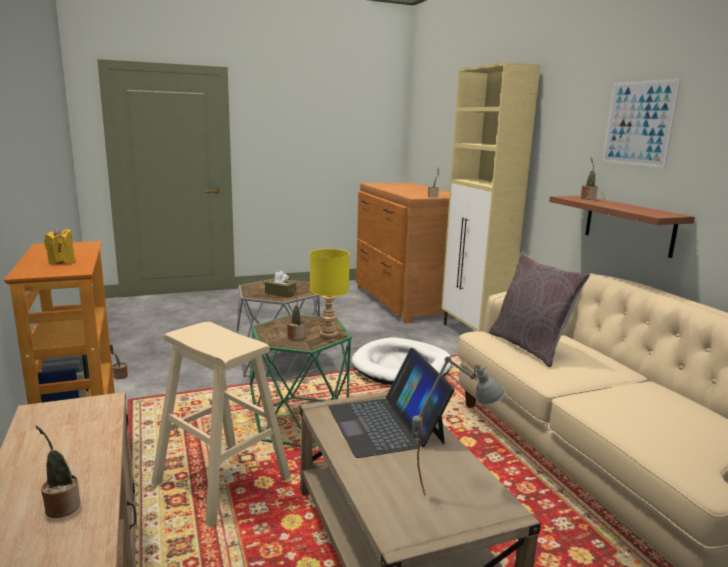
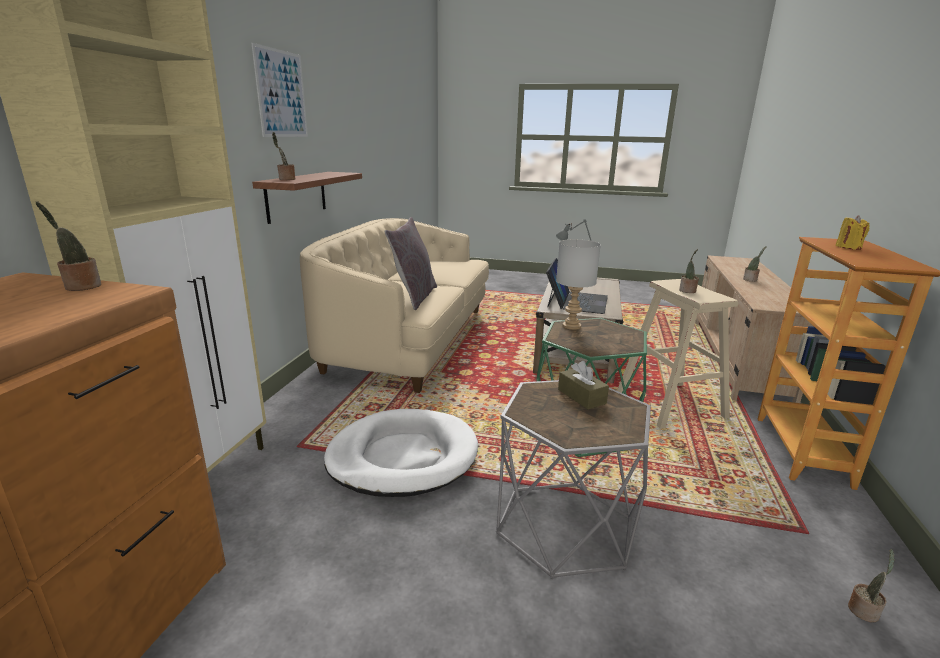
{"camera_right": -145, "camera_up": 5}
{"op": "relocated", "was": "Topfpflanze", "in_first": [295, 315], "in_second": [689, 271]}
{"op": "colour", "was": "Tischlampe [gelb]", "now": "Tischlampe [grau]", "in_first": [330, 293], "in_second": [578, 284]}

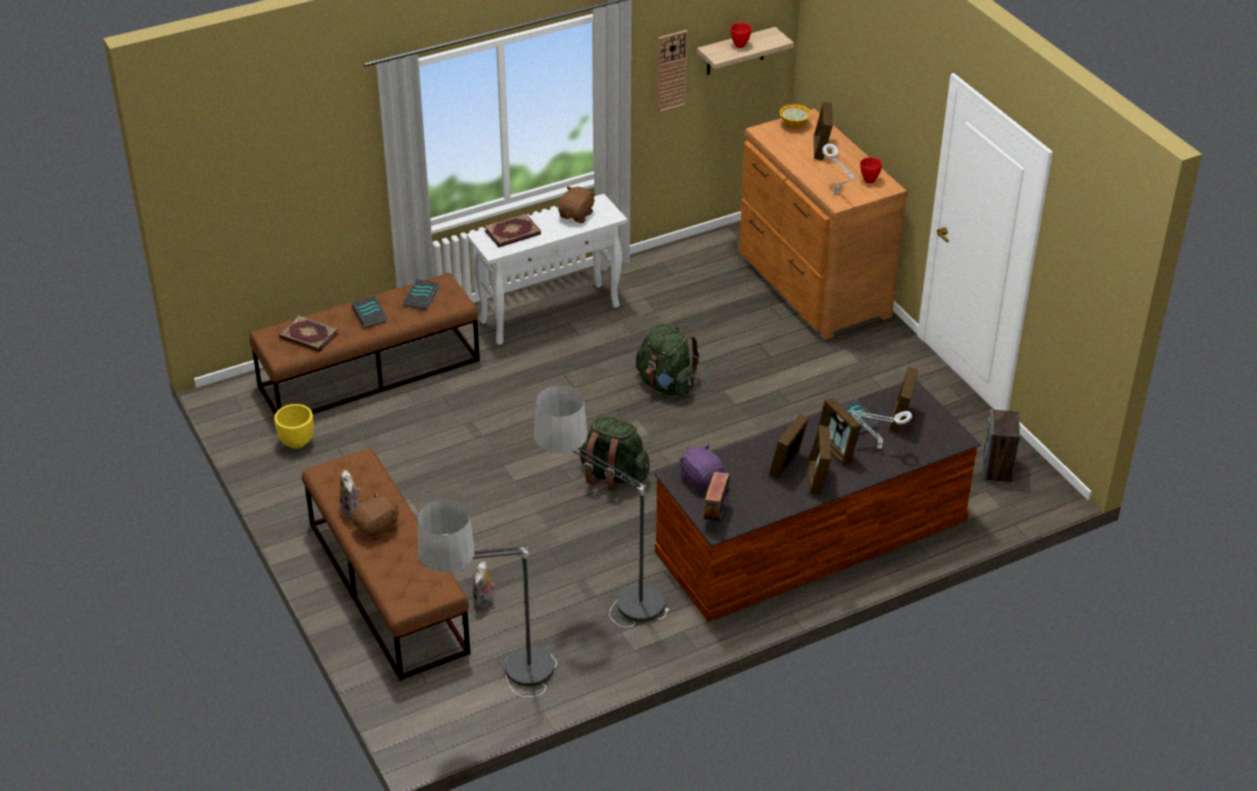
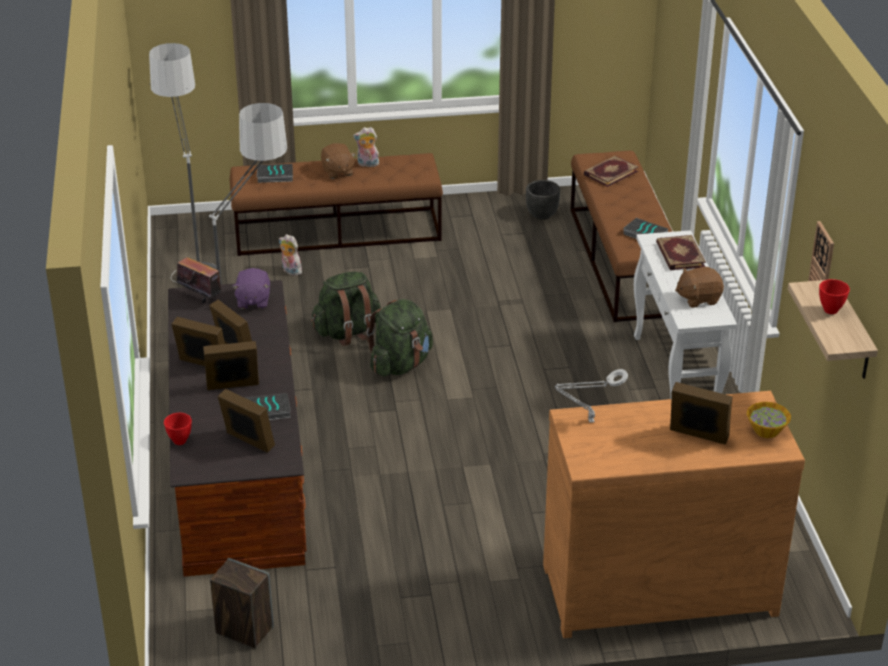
{"camera_right": 110, "camera_up": -5}
{"op": "colour", "was": "Pflanzkübel [gelb]", "now": "Pflanzkübel [schwarz]", "in_first": [294, 426], "in_second": [543, 200]}
{"op": "relocated", "was": "Buch", "in_first": [369, 312], "in_second": [275, 173]}
{"op": "spun", "was": "Plüschtier [braun]", "in_first": [577, 204], "in_second": [699, 287], "clockwise": 120}
{"op": "relocated", "was": "Rucksack [grün]", "in_first": [668, 360], "in_second": [346, 309]}
{"op": "spun", "was": "Plüschtier [lila]", "in_first": [701, 467], "in_second": [251, 288], "clockwise": 105}
{"op": "missing", "was": "Tischlampe [grau]", "in_first": [881, 429]}
{"op": "relocated", "was": "Schüssel [rot]", "in_first": [871, 170], "in_second": [178, 429]}

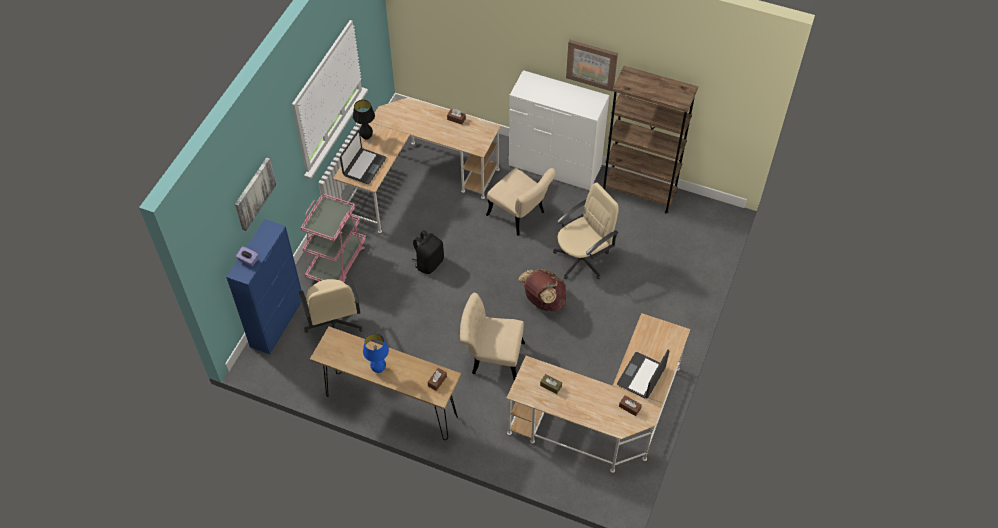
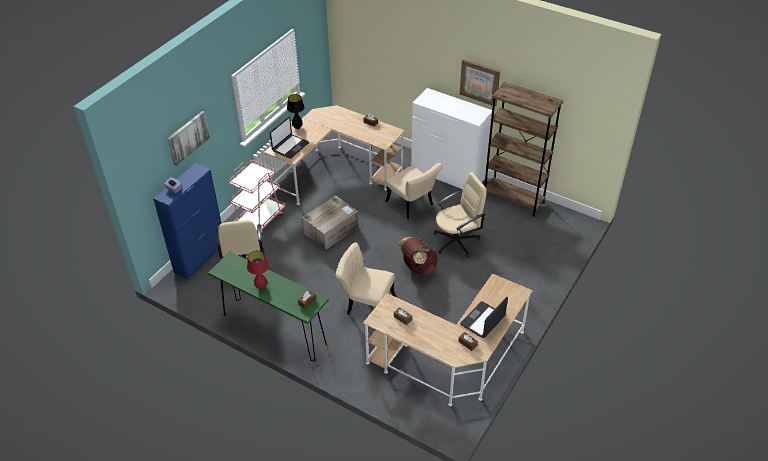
{"camera_right": 10, "camera_up": -10}
{"op": "colour", "was": "Konsolentisch [braun]", "now": "Konsolentisch [grün]", "in_first": [385, 383], "in_second": [268, 306]}
{"op": "colour", "was": "Tischlampe [blau]", "now": "Tischlampe [rot]", "in_first": [376, 353], "in_second": [258, 269]}
{"op": "exchanged", "was": "Rucksack [schwarz]", "now": "Karton", "in_first": [428, 252], "in_second": [330, 223]}

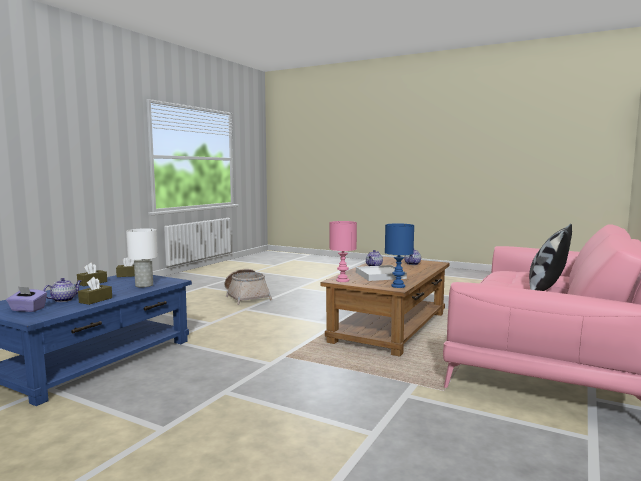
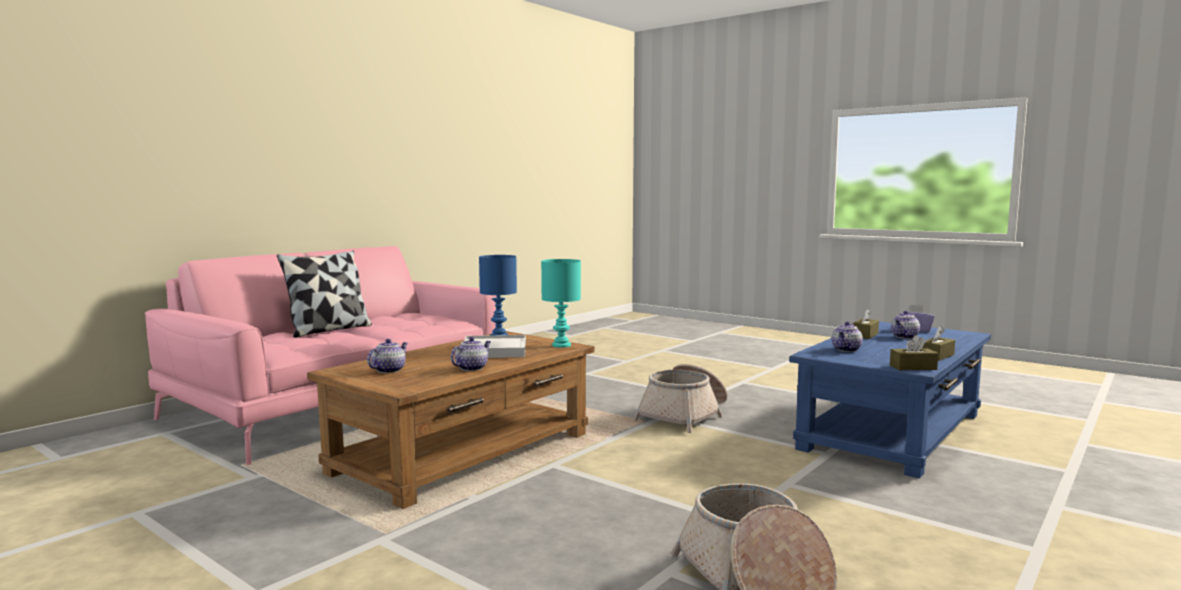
{"camera_right": -170, "camera_up": 0}
{"op": "exchanged", "was": "Tischlampe [weiß]", "now": "Teekanne", "in_first": [142, 258], "in_second": [847, 337]}
{"op": "colour", "was": "Tischlampe [rosa]", "now": "Tischlampe [türkis]", "in_first": [343, 251], "in_second": [561, 303]}
{"op": "appeared", "now": "Korb", "in_second": [680, 398]}

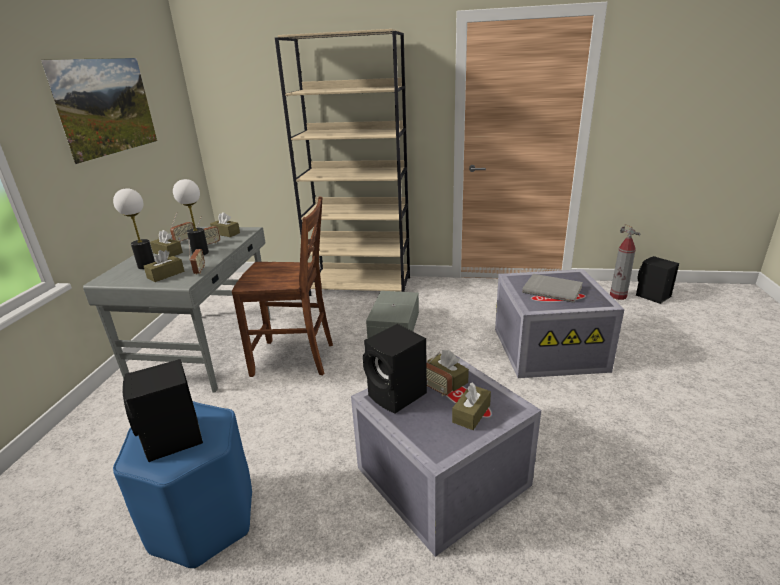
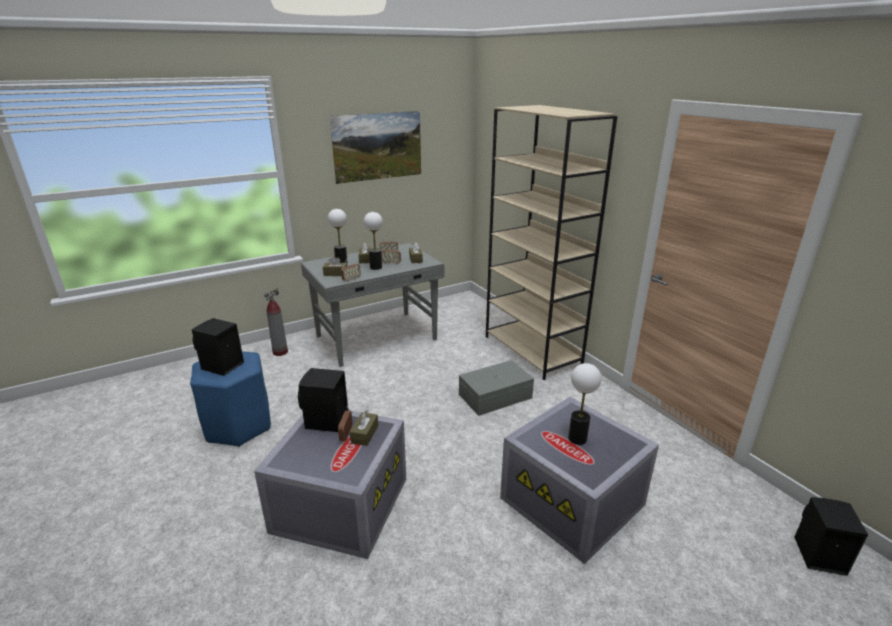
{"camera_right": 50, "camera_up": 0}
{"op": "missing", "was": "Stuhl [braun]", "in_first": [282, 287]}
{"op": "missing", "was": "Taschentuchbox [braun]", "in_first": [471, 406]}
{"op": "exchanged", "was": "Buch [grau]", "now": "Tischlampe", "in_first": [552, 288], "in_second": [584, 404]}
{"op": "relocated", "was": "Feuerlöscher", "in_first": [625, 262], "in_second": [276, 322]}

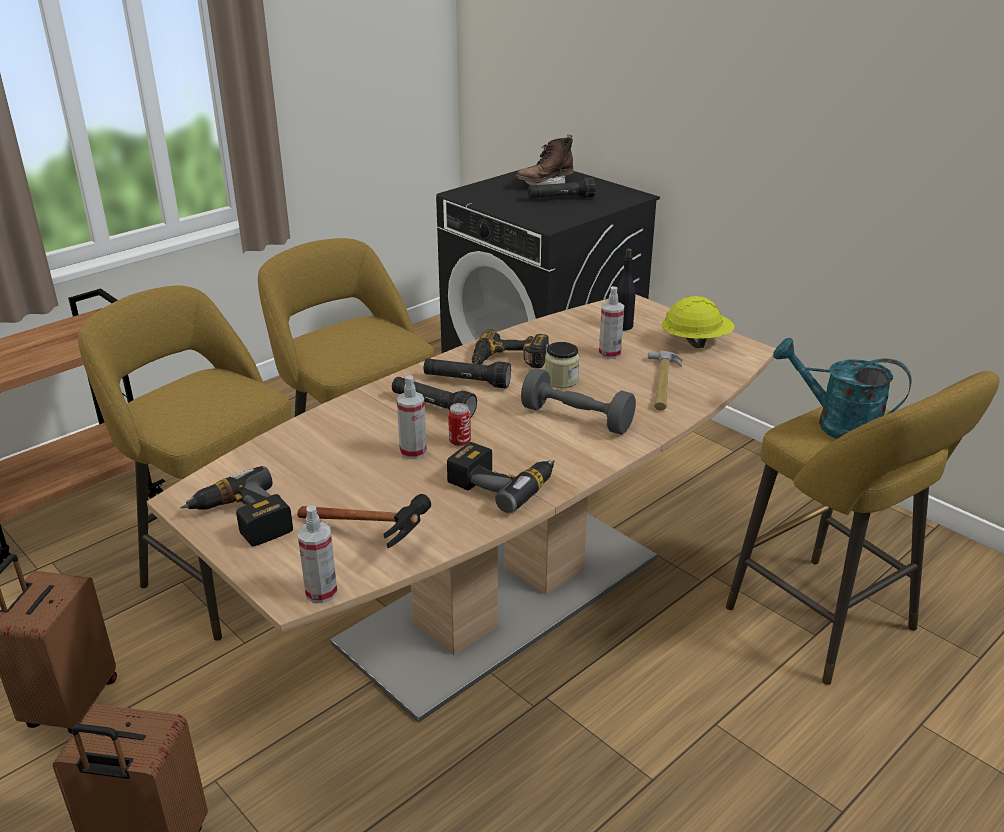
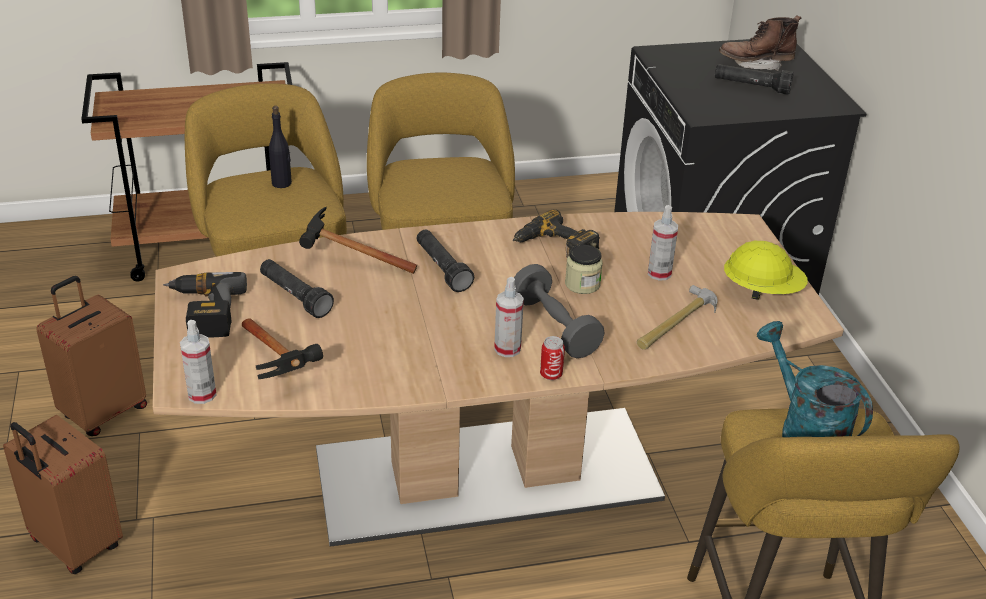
{"camera_right": 30, "camera_up": 5}
{"op": "relocated", "was": "Sprühflasche", "in_first": [412, 417], "in_second": [509, 317]}
{"op": "relocated", "was": "Taschenlampe [schwarz]", "in_first": [467, 373], "in_second": [297, 288]}
{"op": "missing", "was": "Bohrmaschine", "in_first": [501, 477]}
{"op": "relocated", "was": "Dose", "in_first": [459, 425], "in_second": [552, 358]}
{"op": "relocated", "was": "Flasche [schwarz]", "in_first": [626, 289], "in_second": [280, 147]}
{"op": "appeared", "now": "Hammer", "in_second": [358, 240]}

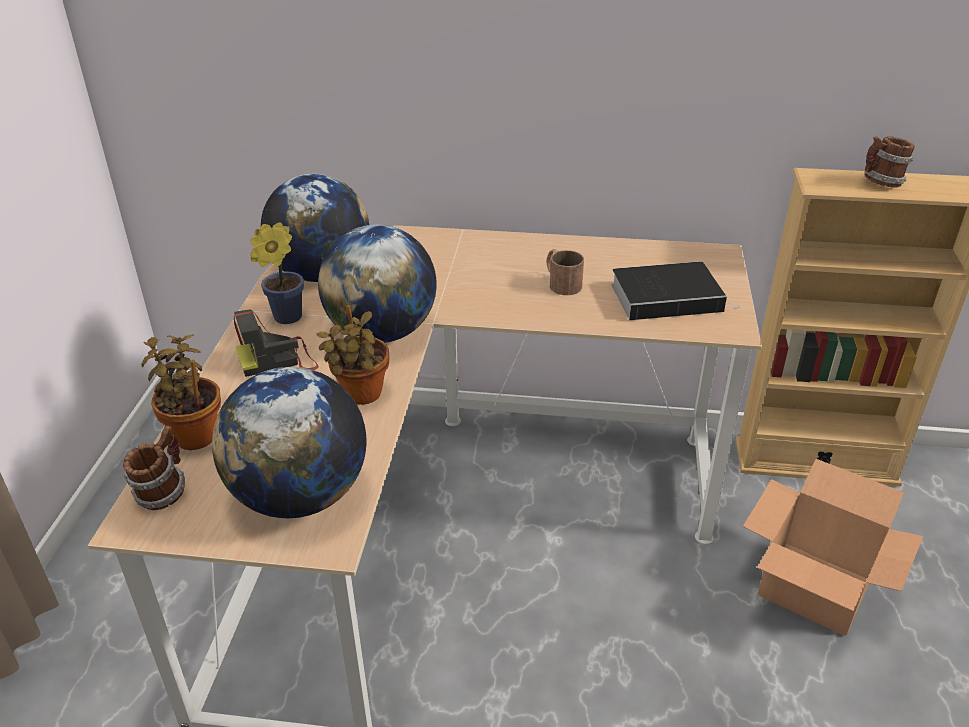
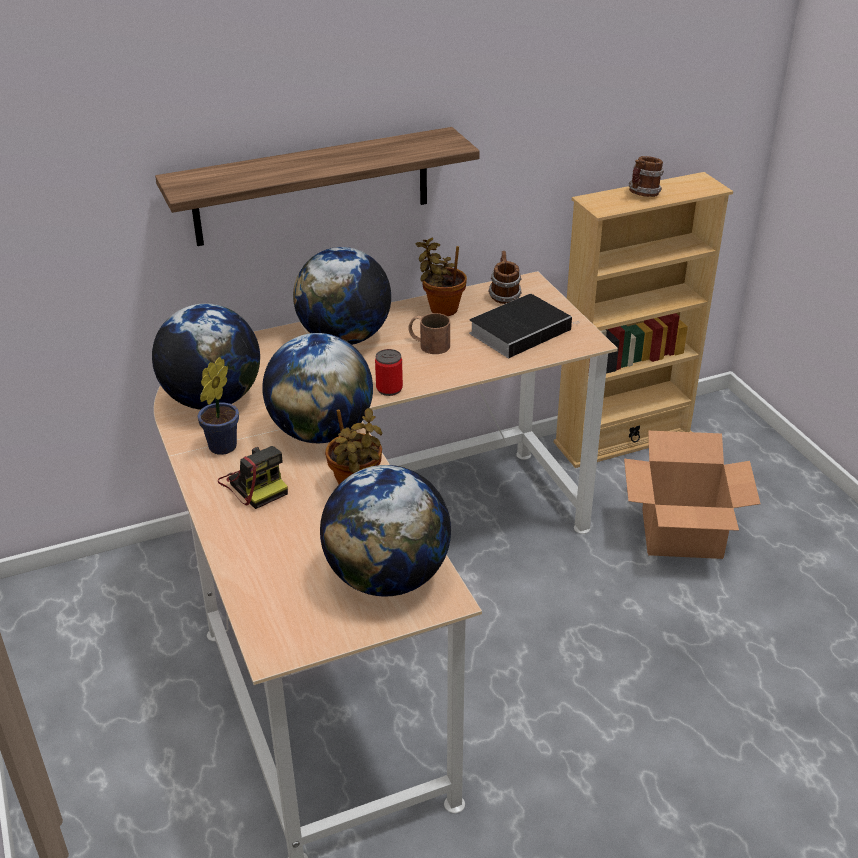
{"camera_right": -30, "camera_up": 0}
{"op": "relocated", "was": "Henkelbecher", "in_first": [154, 468], "in_second": [505, 277]}
{"op": "relocated", "was": "Topfpflanze", "in_first": [181, 392], "in_second": [441, 277]}
{"op": "spun", "was": "Kamera", "in_first": [276, 343], "in_second": [253, 477], "clockwise": -75}
{"op": "appeared", "now": "Wandregal", "in_second": [317, 186]}
{"op": "appeared", "now": "Globus", "in_second": [342, 296]}
{"op": "appeared", "now": "Dose", "in_second": [389, 372]}

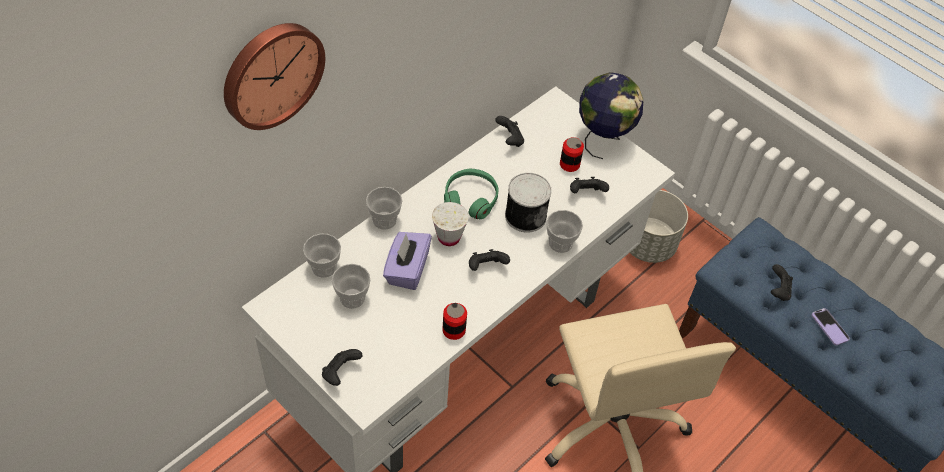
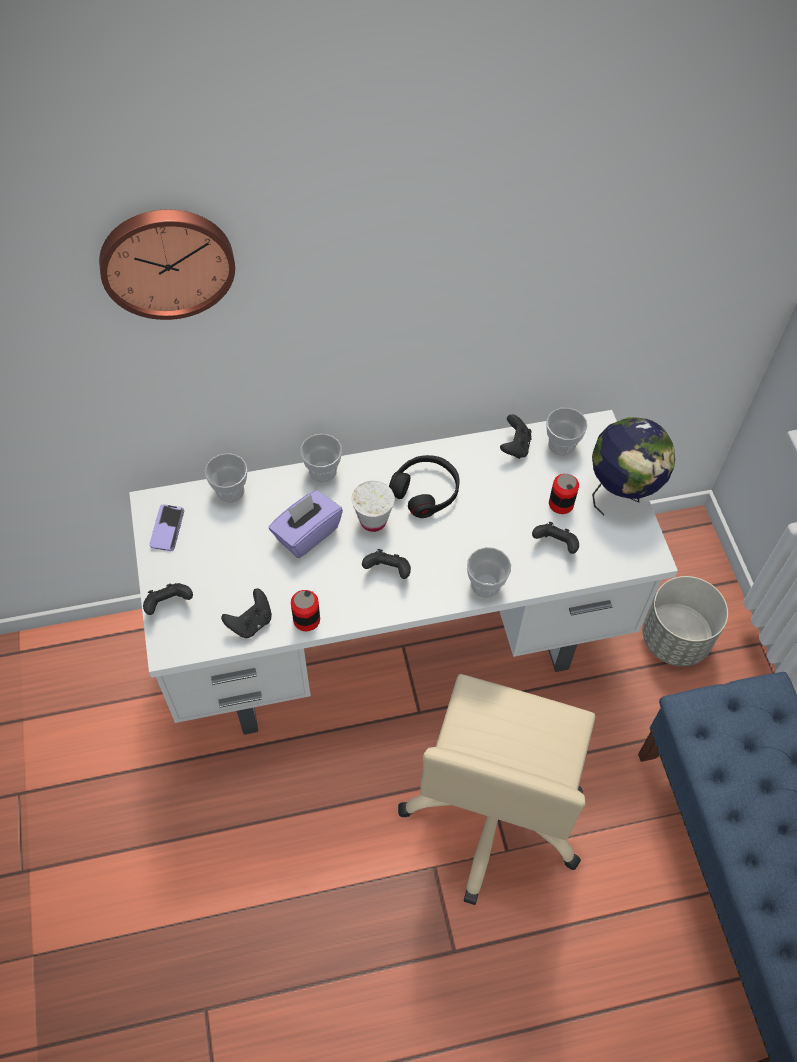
{"camera_right": 35, "camera_up": 5}
{"op": "relocated", "was": "Tasse", "in_first": [351, 286], "in_second": [566, 432]}
{"op": "colour", "was": "Kopfhörer [grün]", "now": "Kopfhörer [schwarz]", "in_first": [471, 194], "in_second": [424, 486]}
{"op": "missing", "was": "Dose", "in_first": [528, 203]}
{"op": "relocated", "was": "Gamepad [schwarz]", "in_first": [782, 282], "in_second": [246, 613]}
{"op": "relocated", "was": "Handy", "in_first": [830, 326], "in_second": [167, 527]}

